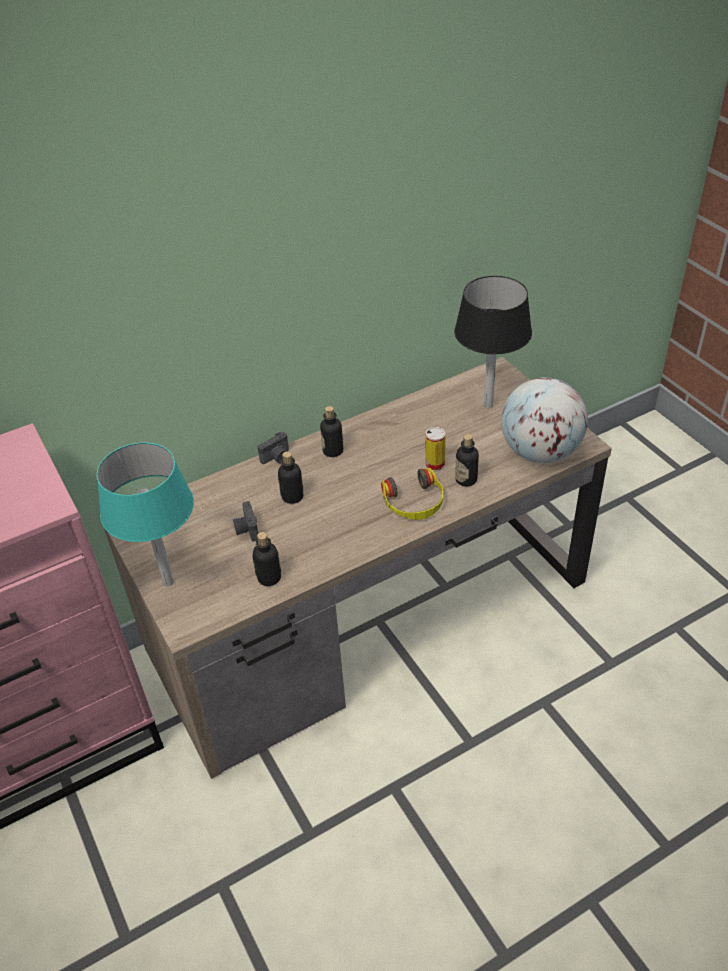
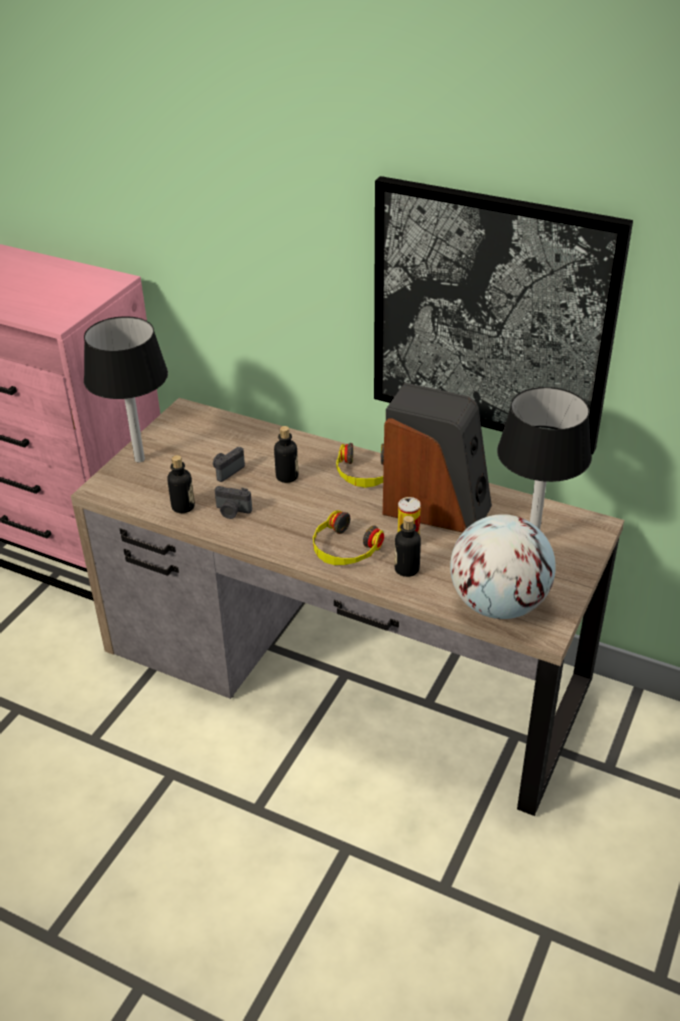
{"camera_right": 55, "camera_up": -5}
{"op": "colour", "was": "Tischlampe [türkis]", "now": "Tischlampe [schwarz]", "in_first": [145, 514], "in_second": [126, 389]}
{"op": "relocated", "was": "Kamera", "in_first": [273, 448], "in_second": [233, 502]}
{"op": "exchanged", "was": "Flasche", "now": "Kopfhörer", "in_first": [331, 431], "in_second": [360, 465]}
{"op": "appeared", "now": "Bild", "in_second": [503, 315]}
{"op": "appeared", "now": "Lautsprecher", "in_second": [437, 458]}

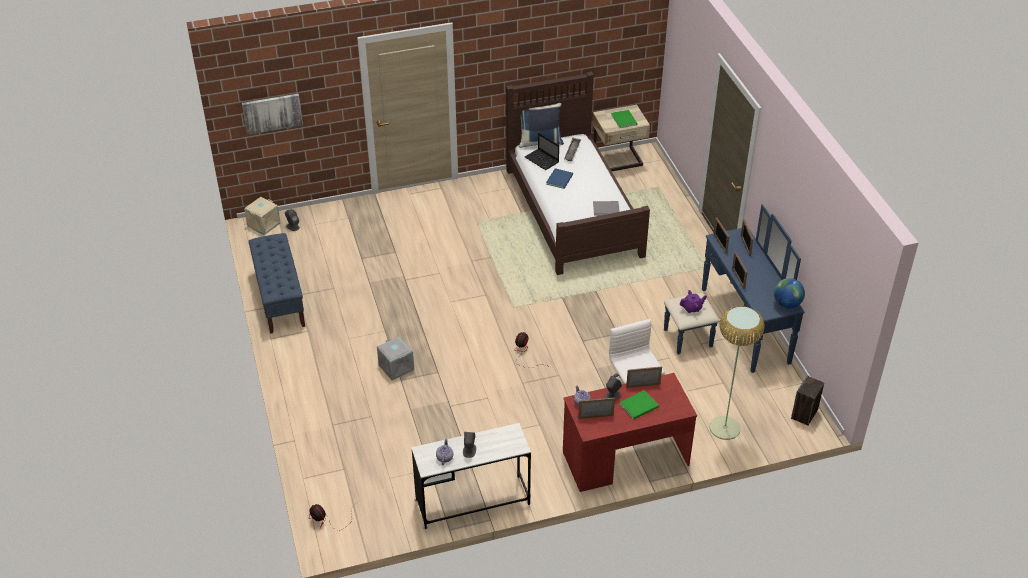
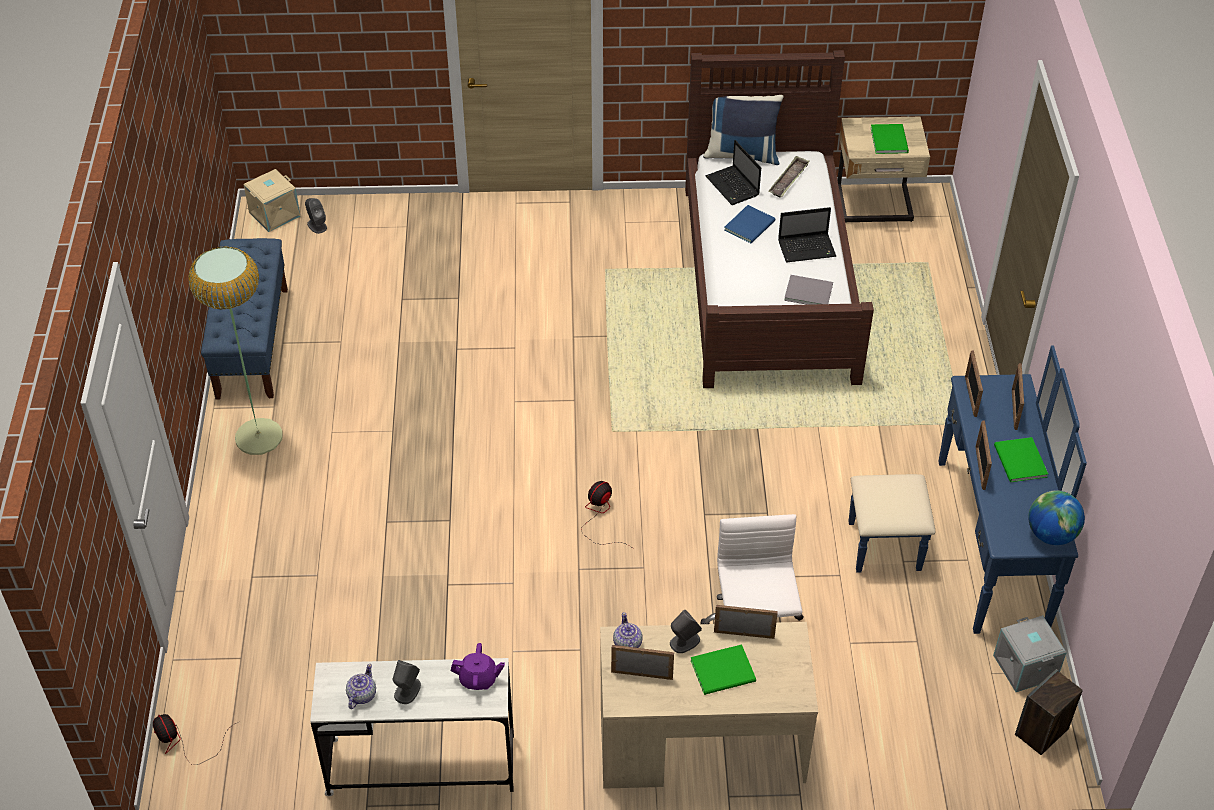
{"camera_right": 15, "camera_up": 5}
{"op": "missing", "was": "Bild", "in_first": [272, 114]}
{"op": "relocated", "was": "Aufbewahrungsbox [grau]", "in_first": [395, 358], "in_second": [1030, 653]}
{"op": "colour", "was": "Schreibtisch [rot]", "now": "Schreibtisch [beige]", "in_first": [630, 432], "in_second": [709, 705]}
{"op": "relocated", "was": "Teekanne [lila]", "in_first": [693, 301], "in_second": [478, 666]}
{"op": "relocated", "was": "Stehlampe", "in_first": [737, 373], "in_second": [235, 351]}
{"op": "appeared", "now": "Laptop", "in_second": [807, 235]}
{"op": "appeared", "now": "Buch [grün]", "in_second": [1021, 459]}

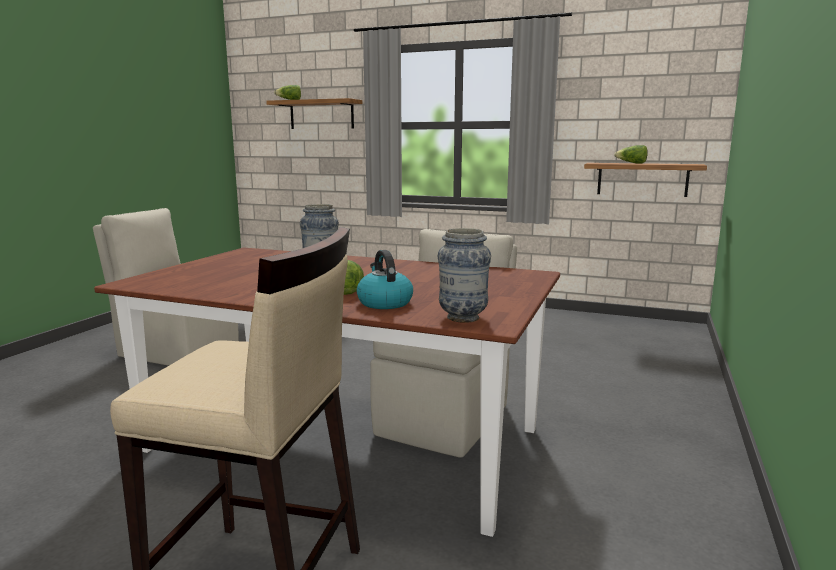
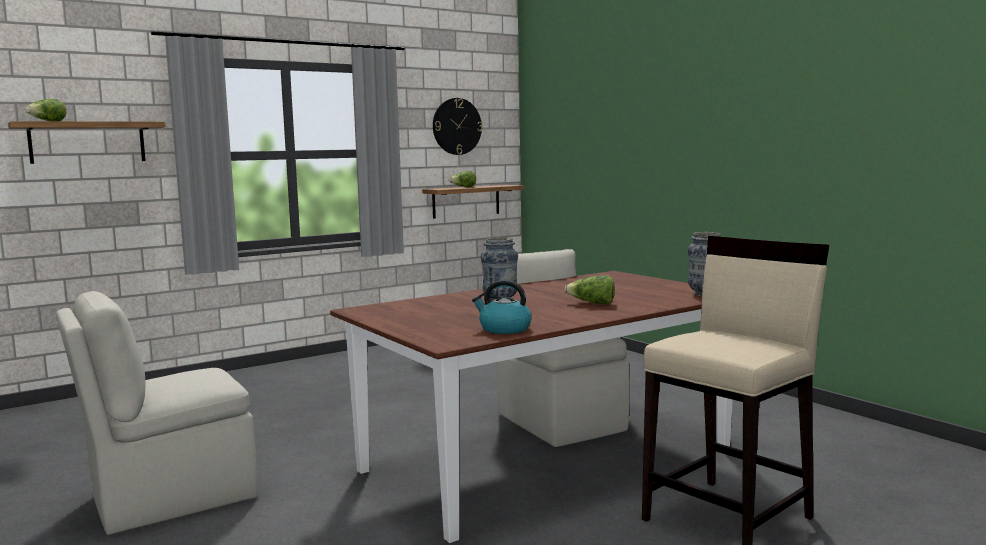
{"camera_right": -55, "camera_up": -5}
{"op": "relocated", "was": "Wasserkessel", "in_first": [384, 279], "in_second": [502, 307]}
{"op": "appeared", "now": "Wanduhr", "in_second": [457, 126]}

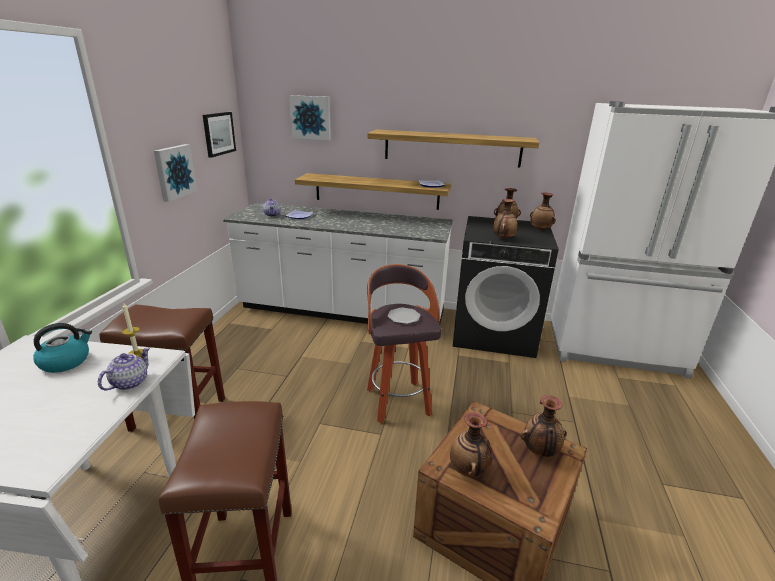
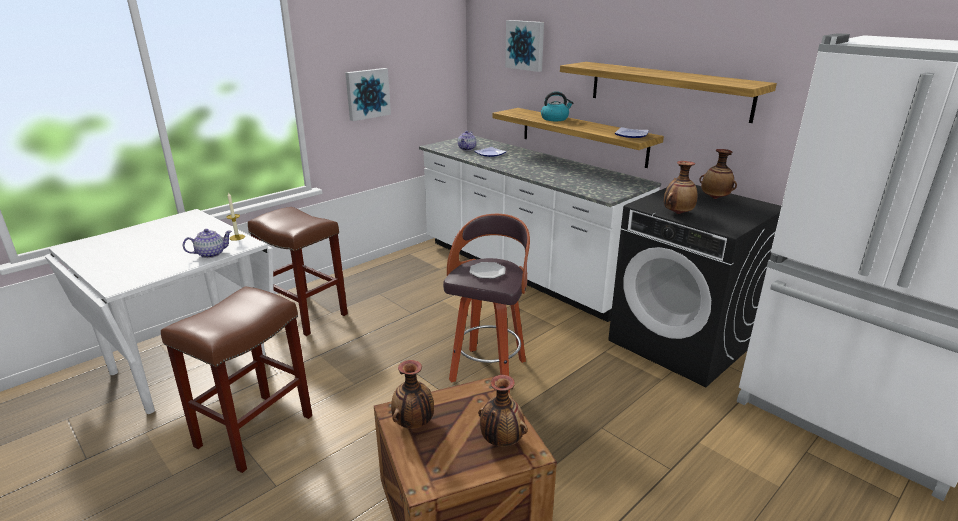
{"camera_right": 35, "camera_up": 0}
{"op": "relocated", "was": "Wasserkessel", "in_first": [62, 348], "in_second": [557, 106]}
{"op": "missing", "was": "Bild", "in_first": [219, 135]}
{"op": "missing", "was": "Vase", "in_first": [543, 211]}

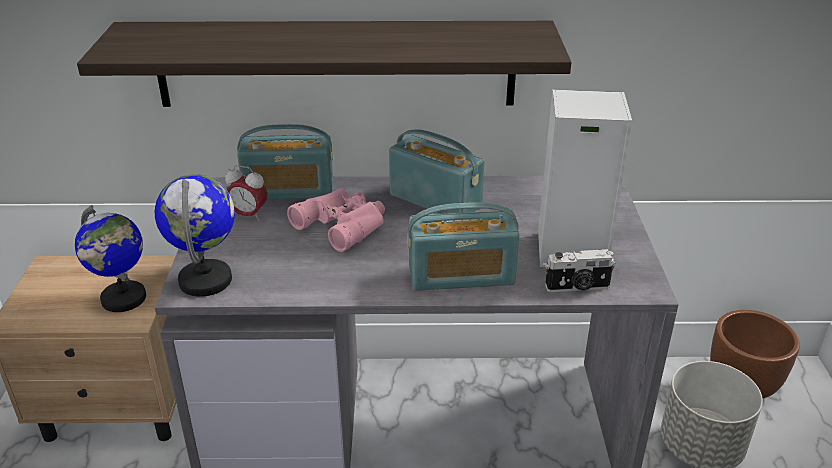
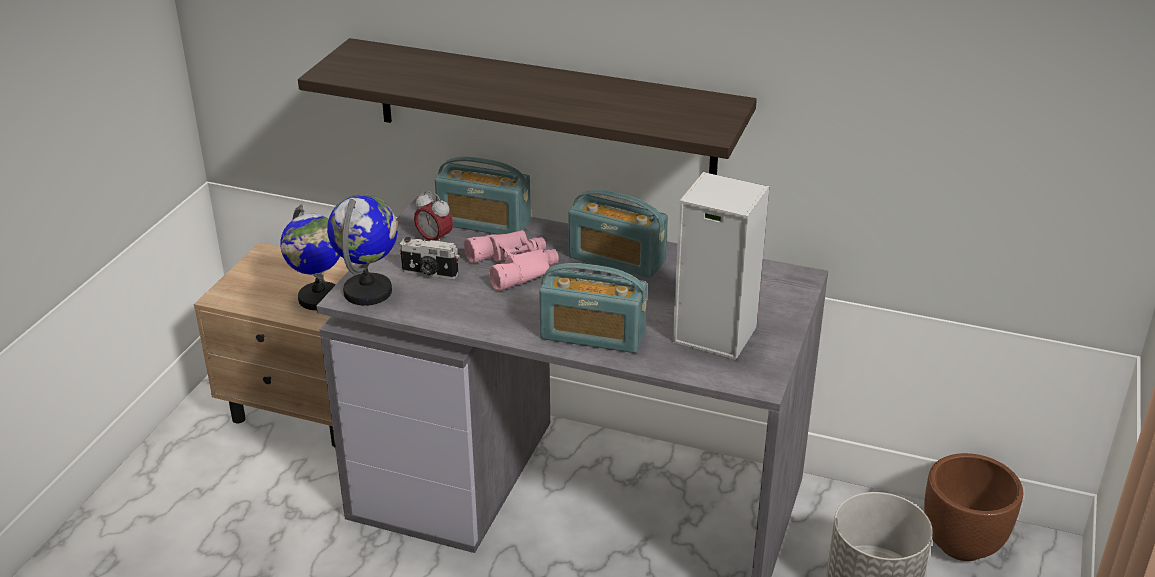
{"camera_right": 20, "camera_up": 0}
{"op": "spun", "was": "Radio", "in_first": [436, 171], "in_second": [618, 234], "clockwise": 150}
{"op": "relocated", "was": "Kamera", "in_first": [580, 270], "in_second": [429, 258]}

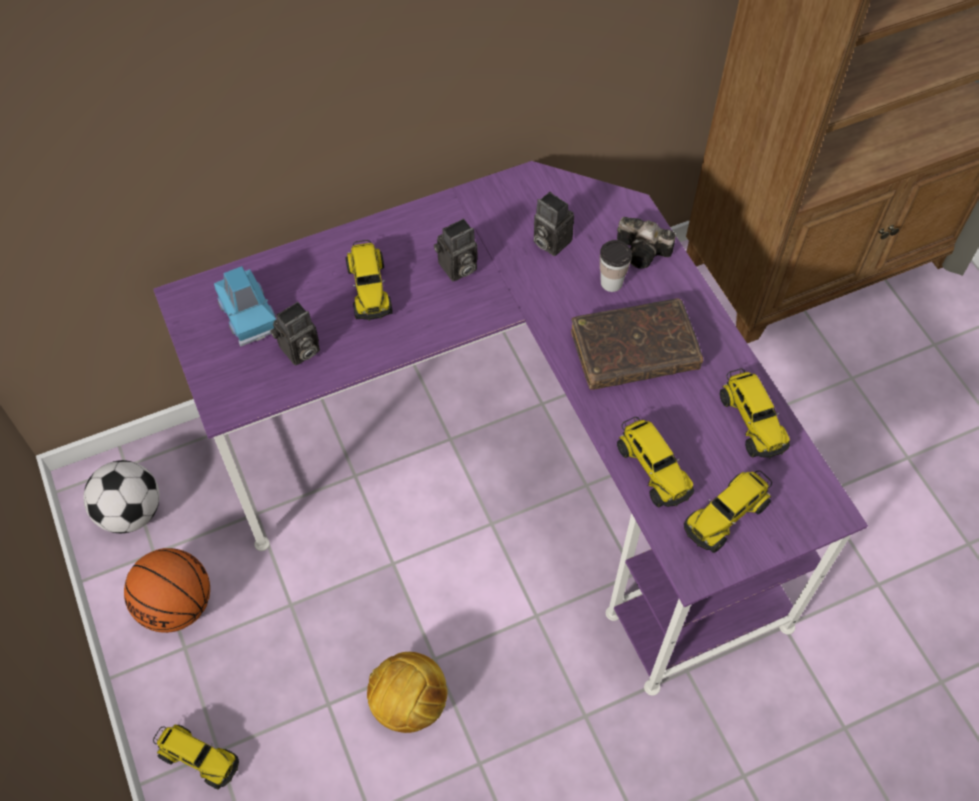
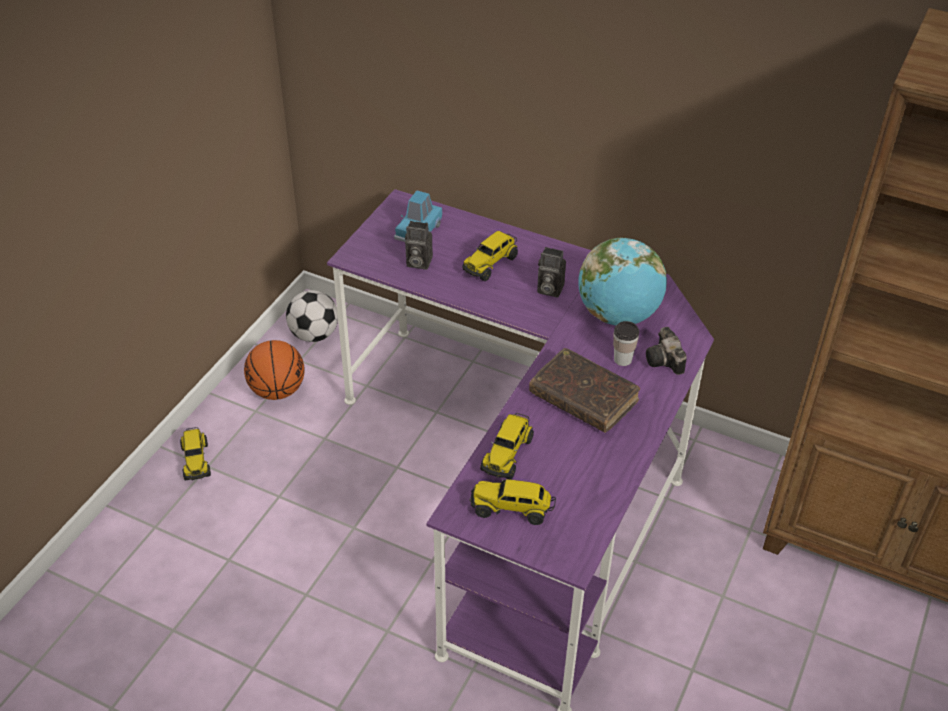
{"camera_right": 50, "camera_up": -15}
{"op": "missing", "was": "Fußball", "in_first": [407, 692]}
{"op": "exchanged", "was": "Kamera", "now": "Globus", "in_first": [554, 224], "in_second": [622, 281]}
{"op": "missing", "was": "Spielzeuglaster", "in_first": [755, 413]}

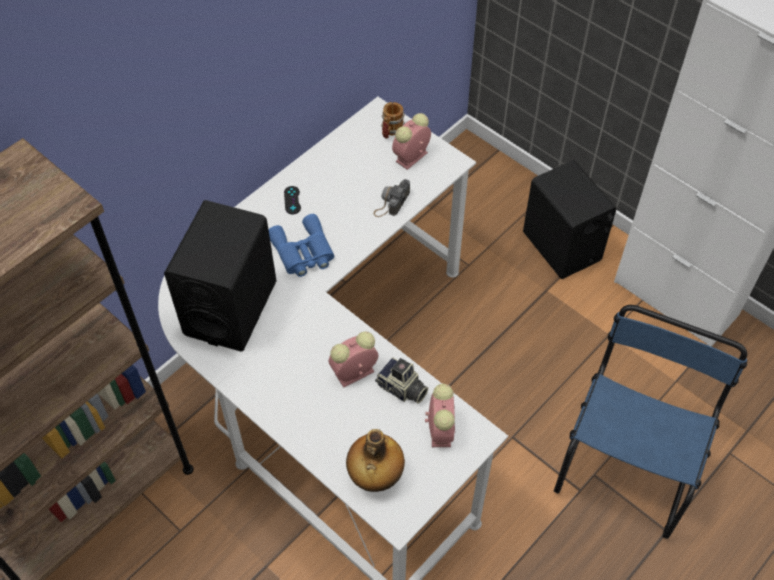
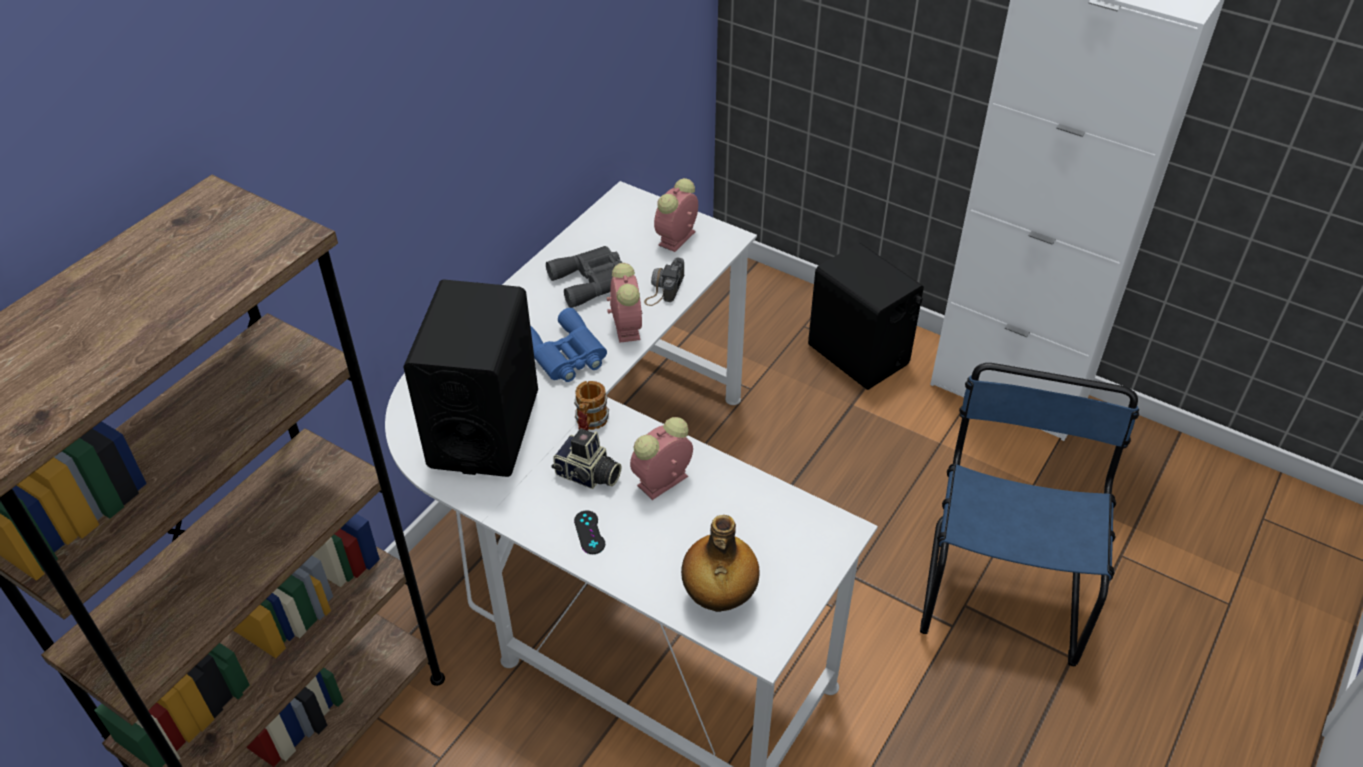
{"camera_right": -10, "camera_up": -10}
{"op": "relocated", "was": "Gamepad [schwarz]", "in_first": [292, 200], "in_second": [589, 532]}
{"op": "relocated", "was": "Kamera", "in_first": [401, 380], "in_second": [587, 459]}
{"op": "relocated", "was": "Henkelbecher", "in_first": [393, 120], "in_second": [591, 406]}
{"op": "relocated", "was": "Wecker", "in_first": [440, 415], "in_second": [624, 303]}
{"op": "appeared", "now": "Fernglas [grau]", "in_second": [584, 277]}

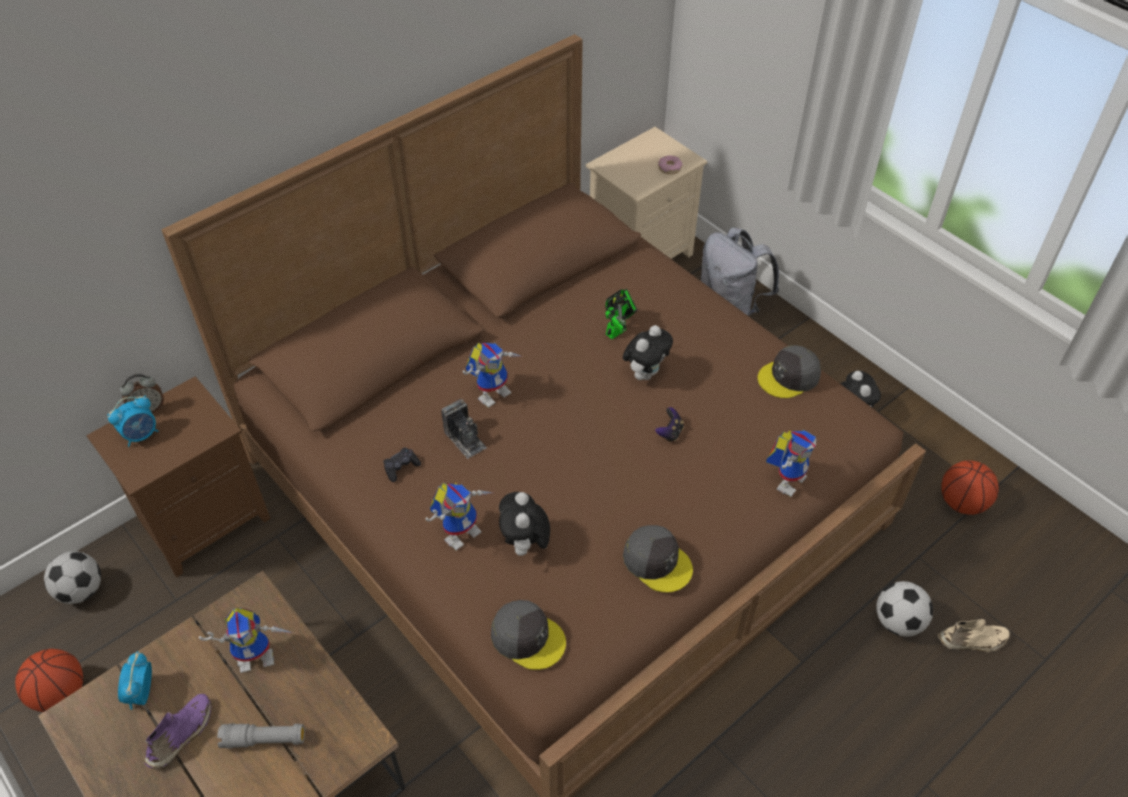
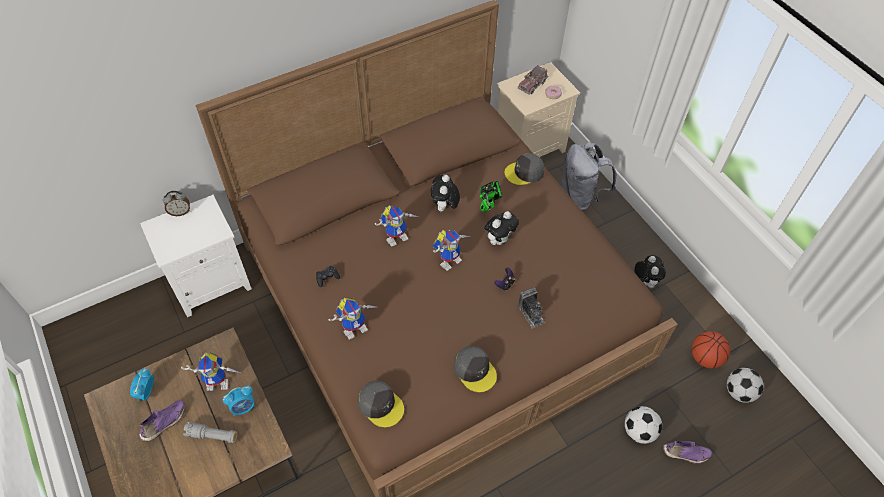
{"camera_right": 10, "camera_up": 5}
{"op": "missing", "was": "Basketball", "in_first": [49, 680]}
{"op": "relocated", "was": "Fußball", "in_first": [72, 577], "in_second": [745, 385]}
{"op": "colour", "was": "Nachttisch [braun]", "now": "Nachttisch [weiß]", "in_first": [178, 477], "in_second": [196, 256]}
{"op": "relocated", "was": "Wecker", "in_first": [133, 421], "in_second": [239, 400]}
{"op": "relocated", "was": "Kamera", "in_first": [464, 429], "in_second": [532, 308]}
{"op": "relocated", "was": "Plüschtier", "in_first": [524, 524], "in_second": [445, 193]}
{"op": "relocated", "was": "Kappe [grau]", "in_first": [789, 371], "in_second": [525, 169]}
{"op": "relocated", "was": "Spielzeugroboter", "in_first": [791, 463], "in_second": [451, 250]}
{"op": "colour", "was": "Schuh [beige]", "now": "Schuh [lila]", "in_first": [974, 635], "in_second": [687, 452]}
{"op": "appeared", "now": "Spielzeuglaster", "in_second": [533, 80]}

